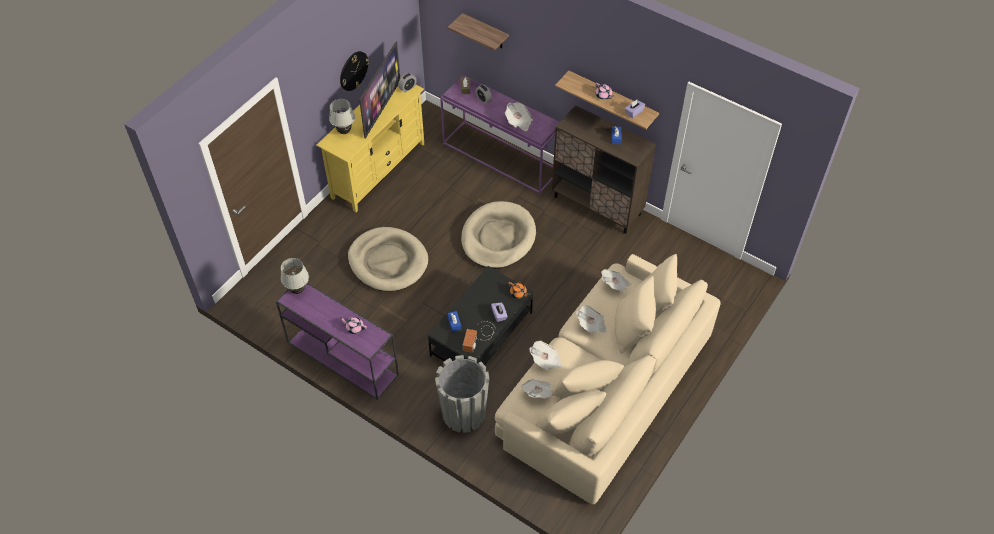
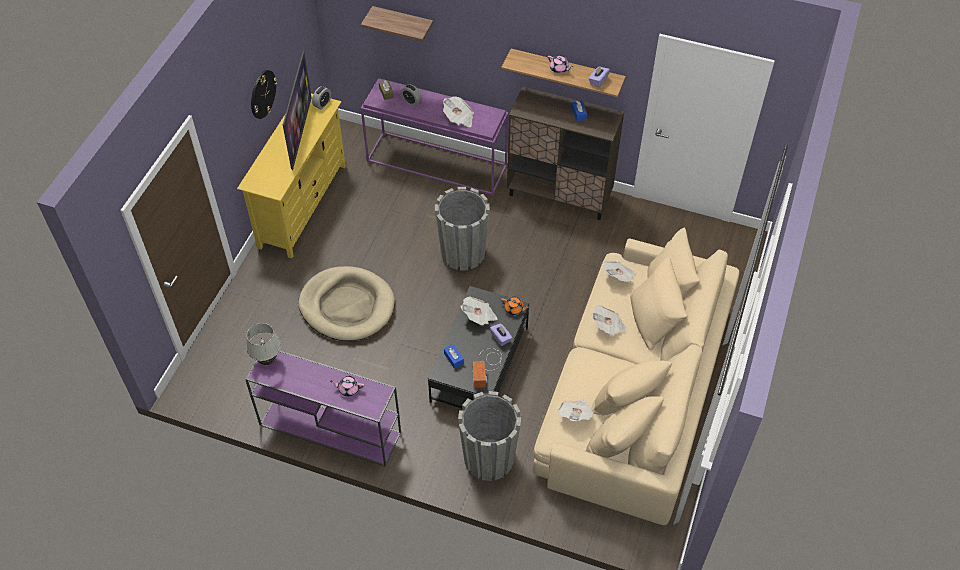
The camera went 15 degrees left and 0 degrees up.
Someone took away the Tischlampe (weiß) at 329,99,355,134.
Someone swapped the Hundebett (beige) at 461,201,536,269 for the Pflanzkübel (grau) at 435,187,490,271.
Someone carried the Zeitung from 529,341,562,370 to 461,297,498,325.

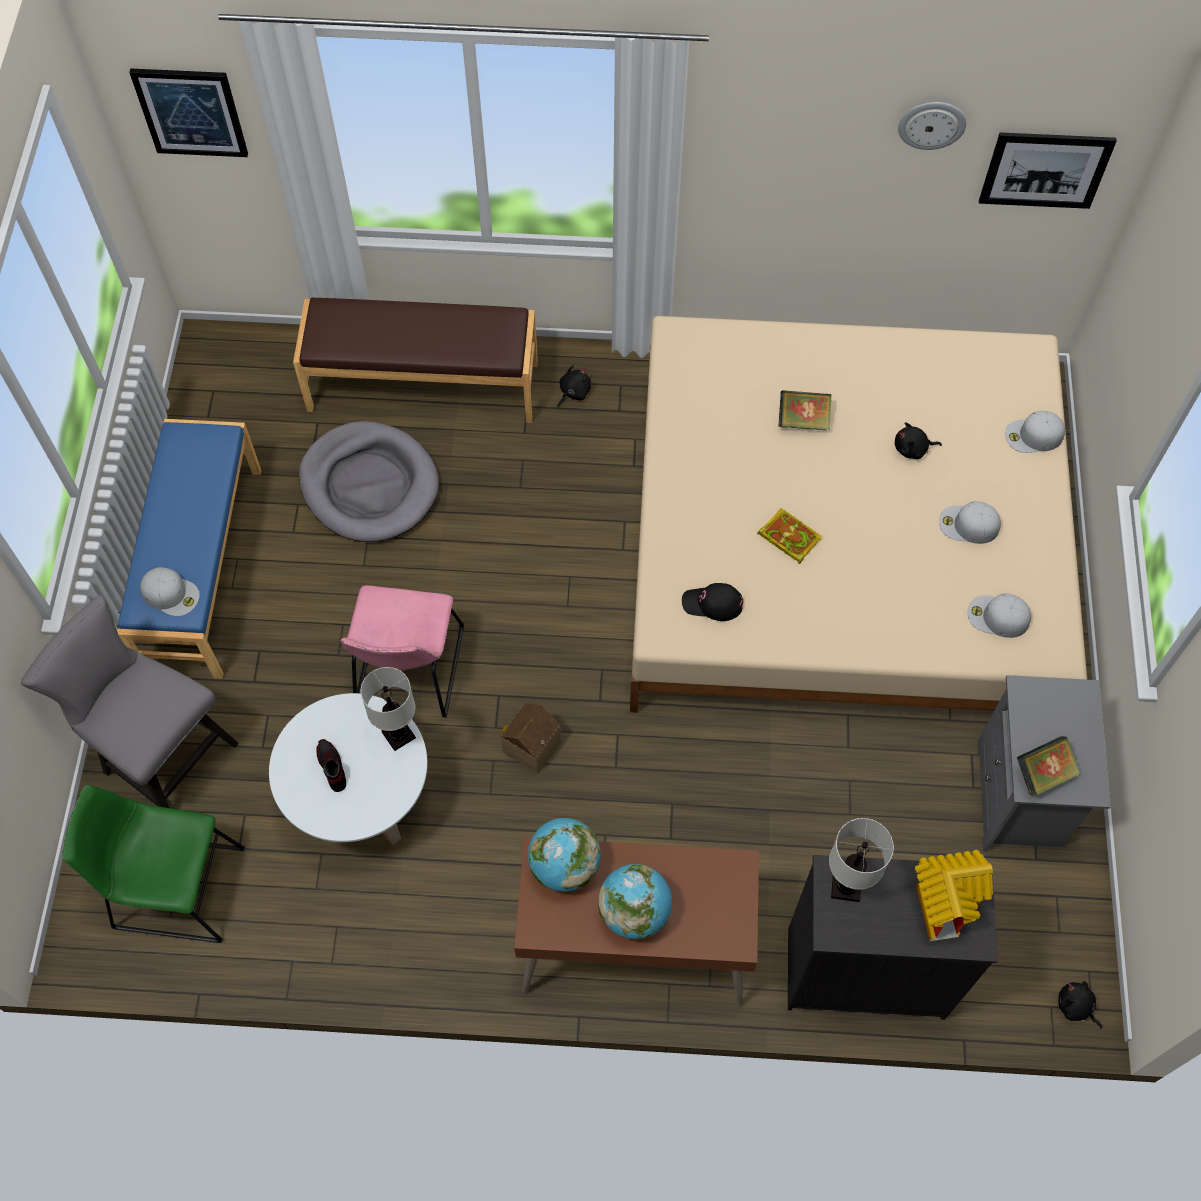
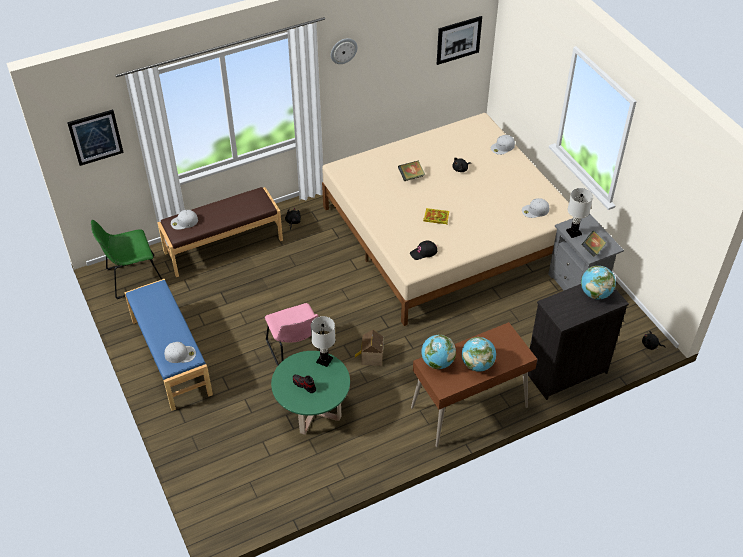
The camera went 30 degrees left and 15 degrees down.
Someone took away the Stuhl (grau) at 21,595,239,808.
Someone carried the Stuhl (grün) from 62,785,245,943 to 91,220,162,299.
Someone repainted the Couchtisch (weiß) at 269,693,428,845, which became the Couchtisch (grün) at 271,351,350,435.
Someone took away the Hundebett (grau) at 299,421,439,542.
Someone carried the Tischlampe (weiß) from 829,818,894,902 to 566,188,593,238.
Someone carried the Wanduhr from 898,102,966,150 to 331,38,358,64.
Someone swapped the Spielzeughaus at 915,850,993,941 for the Globus at 581,266,616,299.
Someone carried the Kappe (weiß) from 939,501,1001,544 to 171,210,198,230.

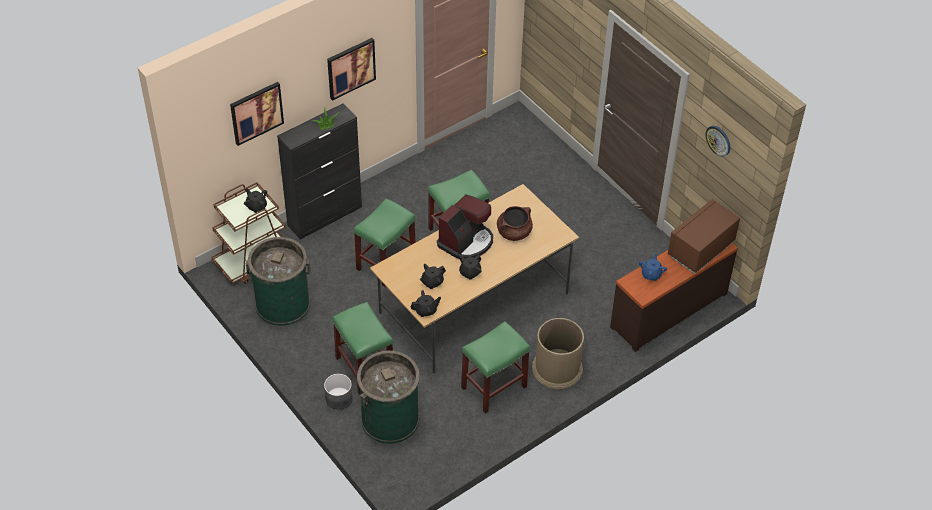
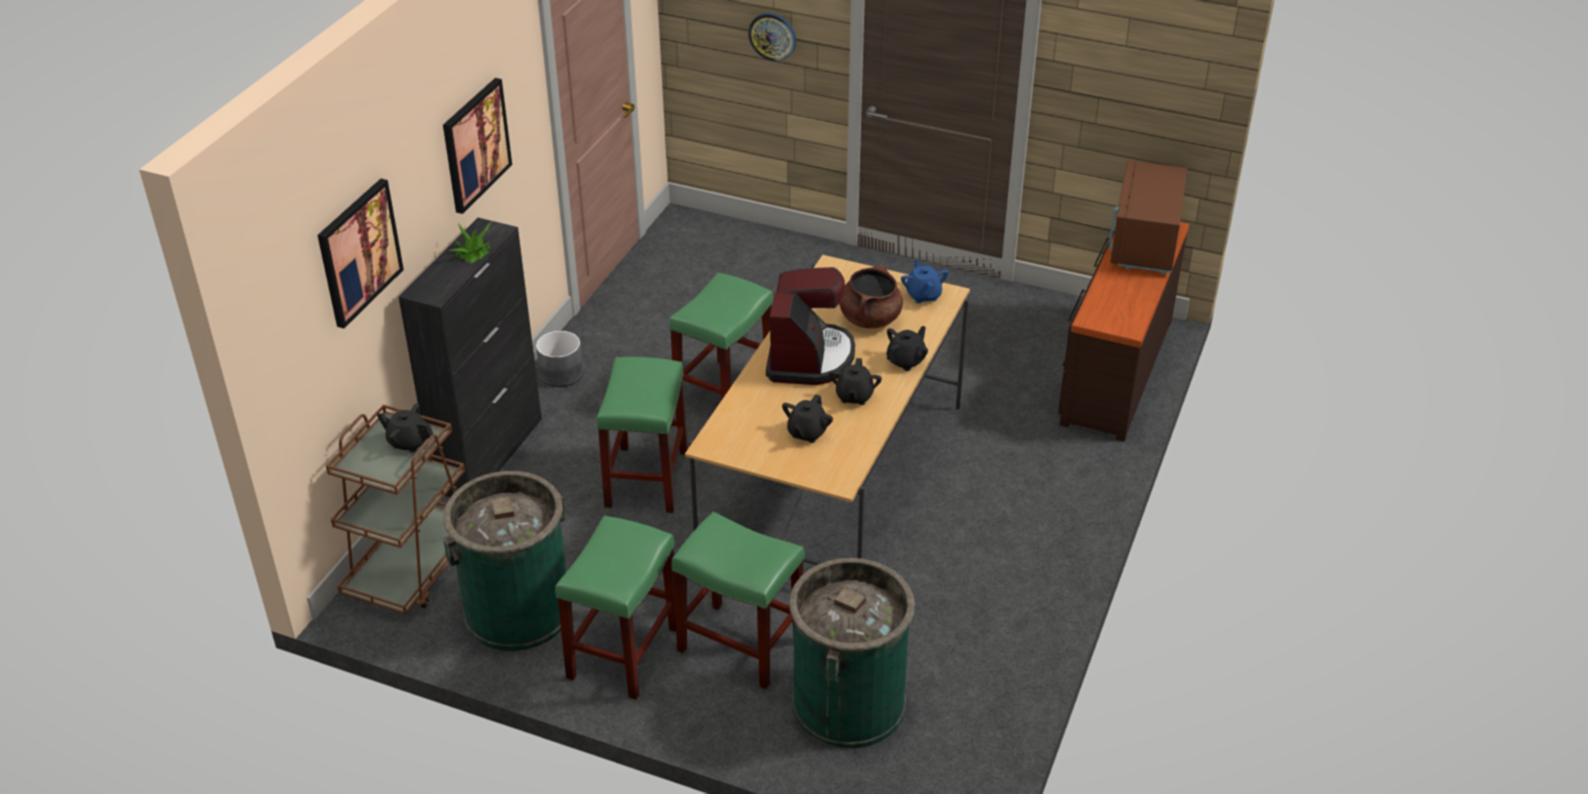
The camera went 30 degrees left and 10 degrees down.
Someone carried the Pflanzkübel (grau) from 324,374,353,410 to 536,331,583,387.
Someone carried the Teekanne (schwarz) from 411,290,441,317 to 887,326,928,371.
Someone carried the Hocker (grün) from 461,321,530,413 to 555,516,676,700.
Someone took away the Mülleimer (braun) at 532,318,584,389.
Someone carried the Teekanne (blau) from 639,254,667,281 to 901,259,949,304.
Someone carried the Wanduhr from 705,126,730,157 to 748,13,796,61.

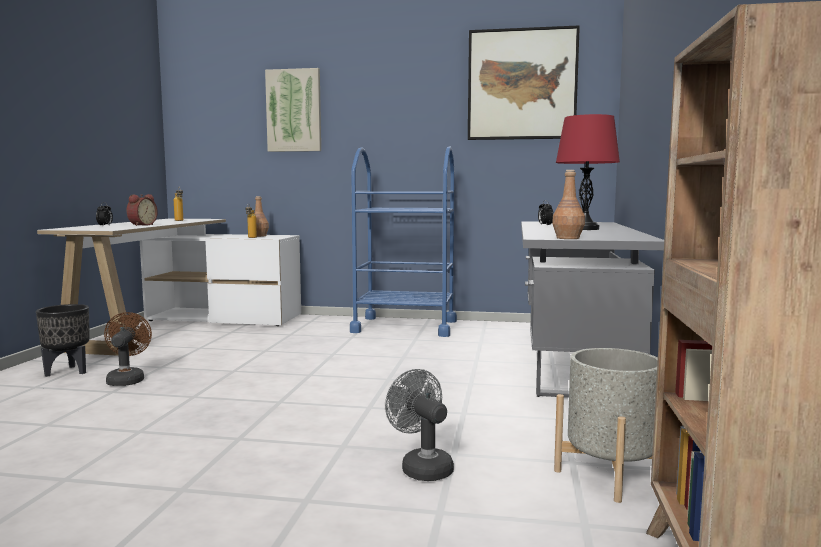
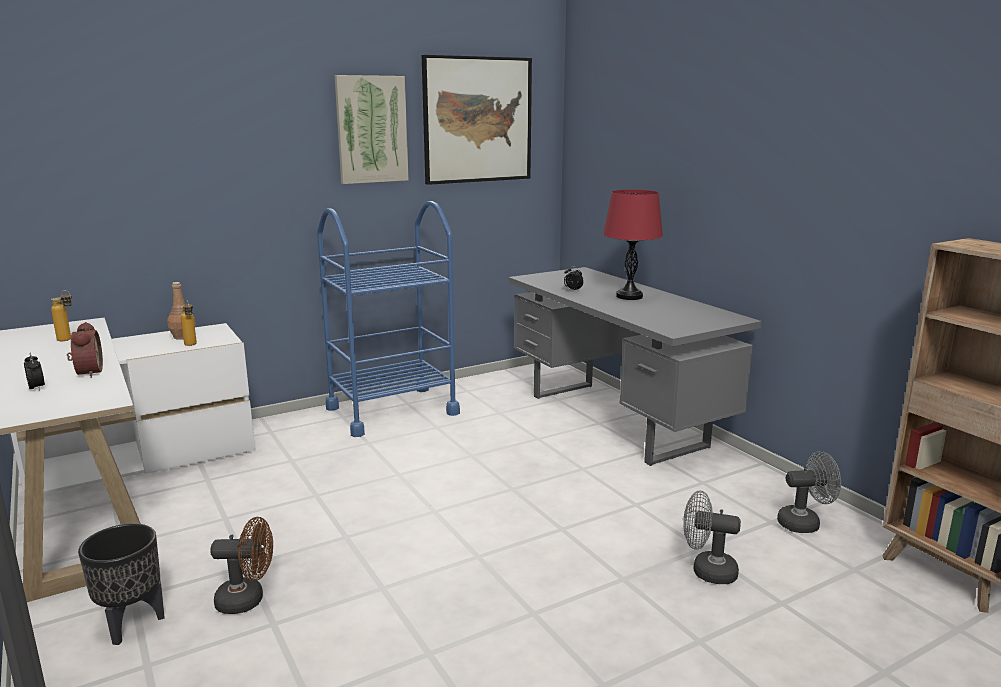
The camera went 40 degrees left and 10 degrees up.
Someone rotated the Ventilator (braun) at 104,312,152,386 by 135 degrees clockwise.
Someone carried the Bild from 265,68,321,152 to 334,75,409,184.
Someone took away the Flasche (braun) at 552,170,585,239.
Someone swapped the Pflanzkübel (grau) at 554,348,658,503 for the Ventilator (grau) at 777,451,841,533.

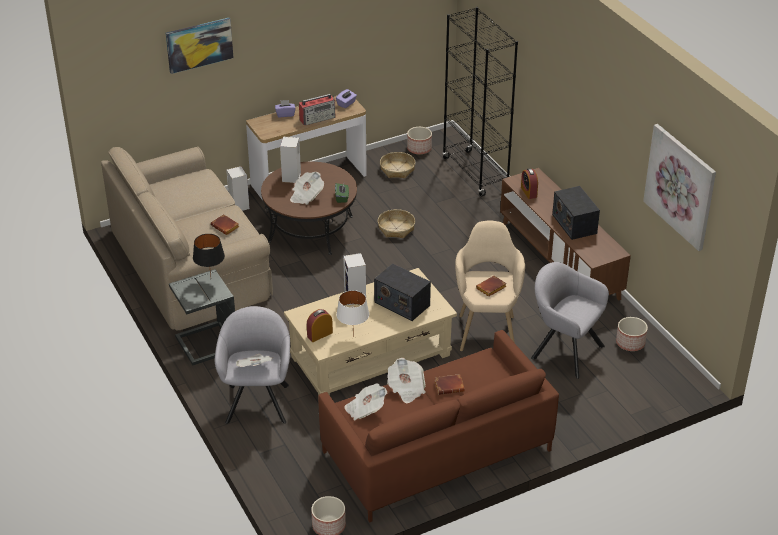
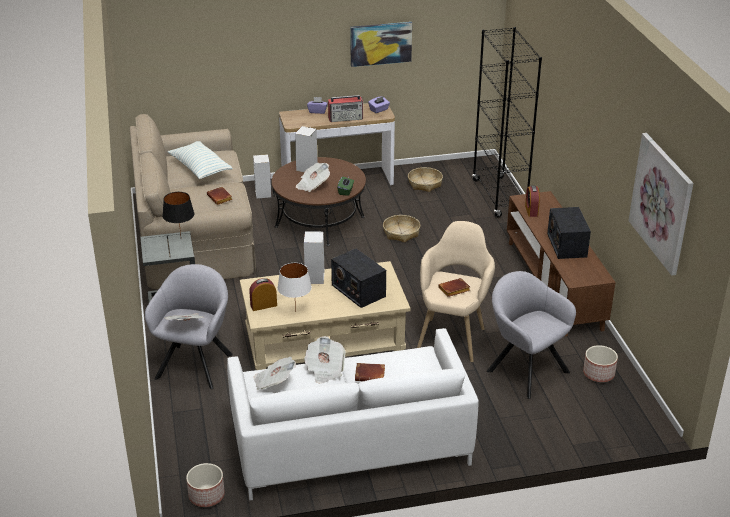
The camera went 15 degrees right and 5 degrees down.
Someone carried the Bild from 166,18,233,74 to 350,22,412,67.
Someone repainted the Sofa (braun) at 318,330,559,522, which became the Sofa (weiß) at 227,328,479,501.
Someone took away the Pflanzkübel at 407,127,432,155.
Someone put down the Kissen at 167,141,233,179.

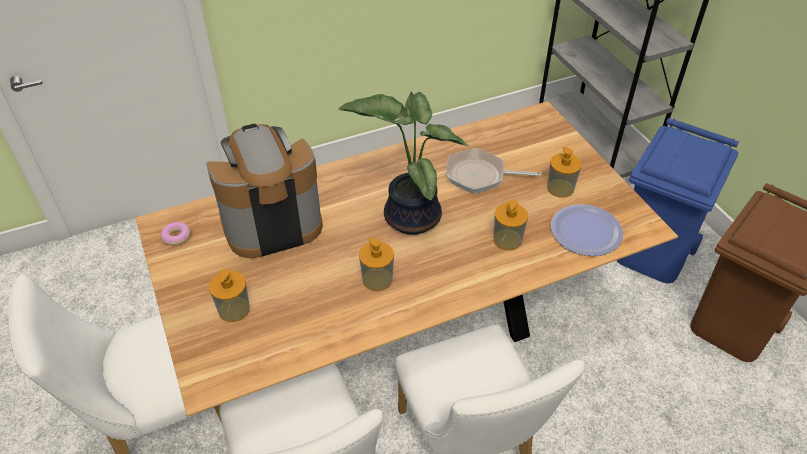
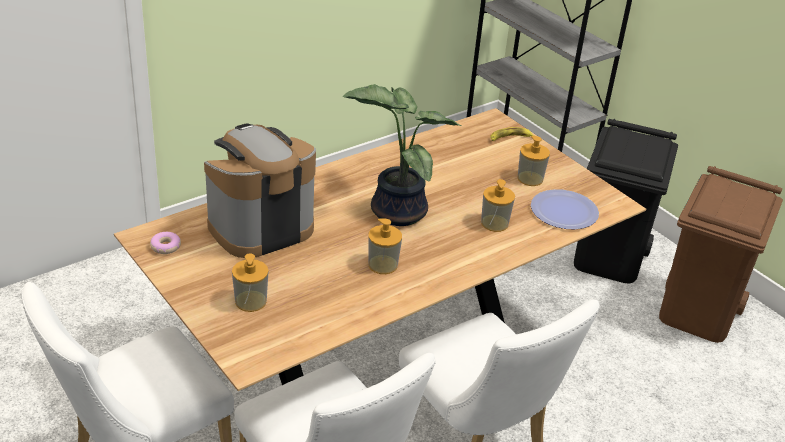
The camera went 15 degrees left and 10 degrees down.
Someone took away the Pfanne at 446,148,542,194.
Someone repainted the Mülleimer (blau) at 616,118,739,284, which became the Mülleimer (schwarz) at 574,119,678,284.
Someone put down the Banane at 490,127,534,141.

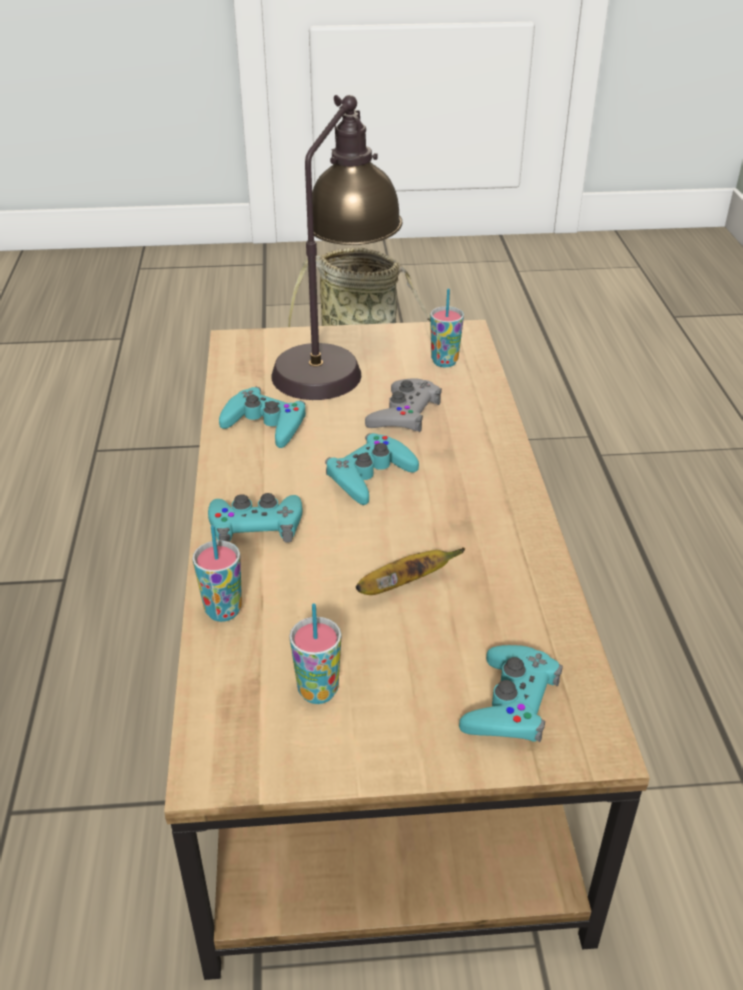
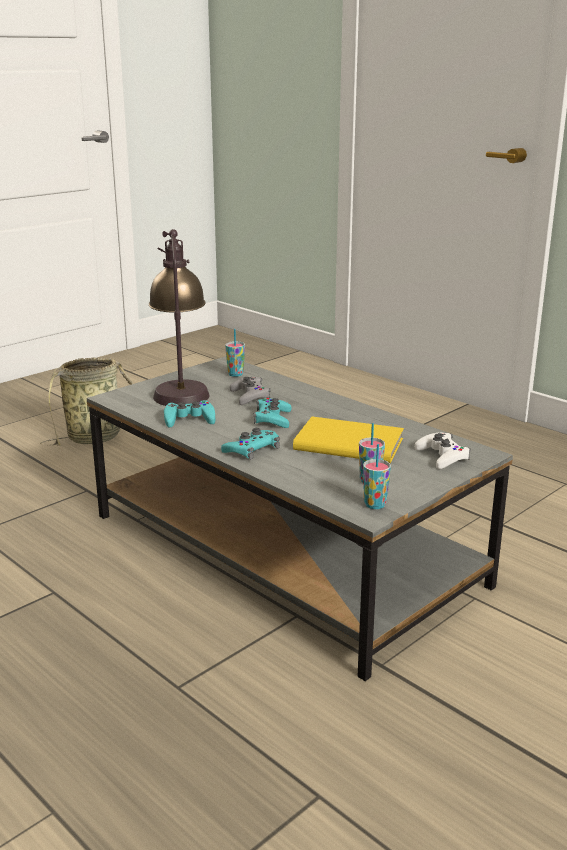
The camera went 40 degrees left and 15 degrees down.
Someone repainted the Couchtisch (braun) at 164,320,650,980, which became the Couchtisch (grau) at 87,356,513,681.
Someone carried the Tasse from 193,525,242,622 to 363,444,391,509.
Someone swapped the Banane at 356,547,465,595 for the Buch (gelb) at 293,417,404,463.
Someone repainted the Gamepad (türkis) at 459,645,563,742, which became the Gamepad (weiß) at 415,432,471,469.

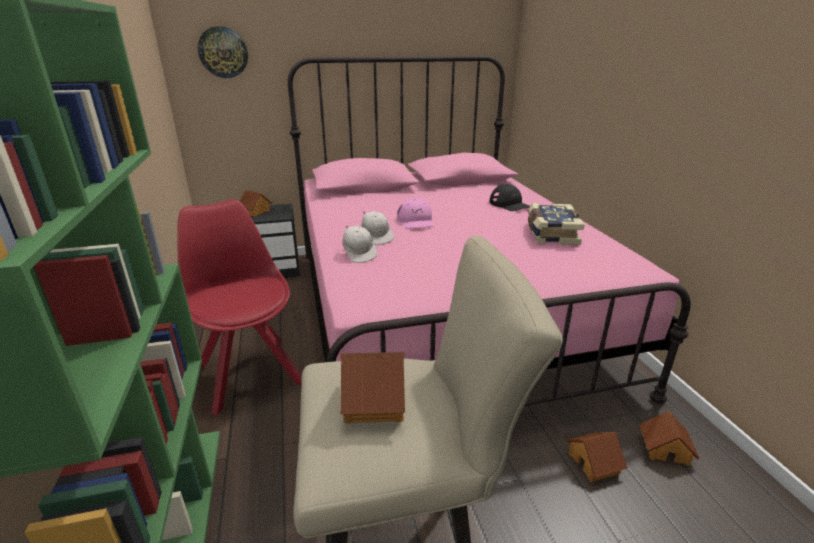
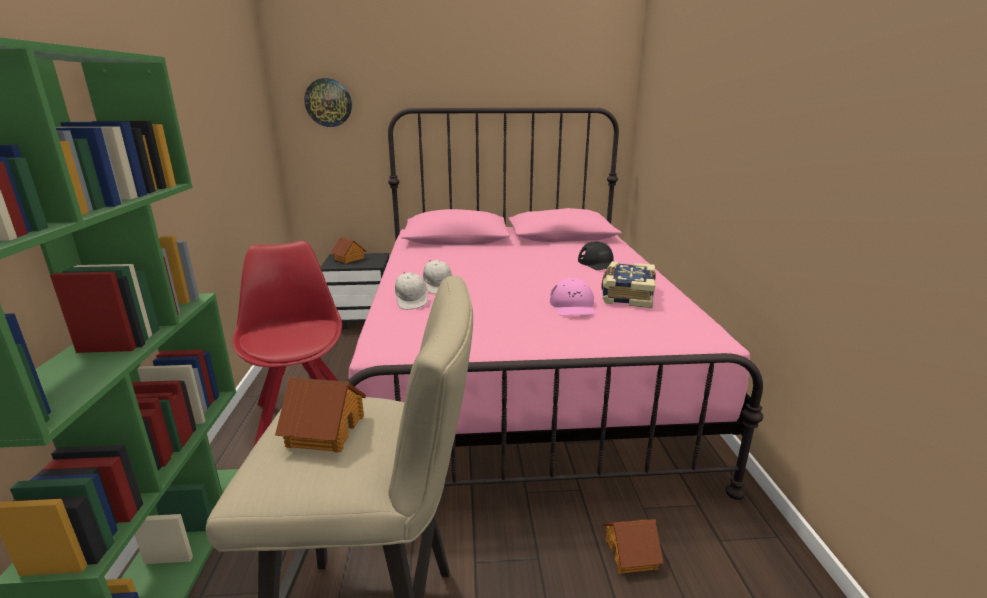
The camera went 10 degrees right and 5 degrees down.
Someone carried the Kappe (rosa) from 397,198,434,228 to 550,278,595,315.
Someone took away the Spielzeughaus at 639,410,699,466.

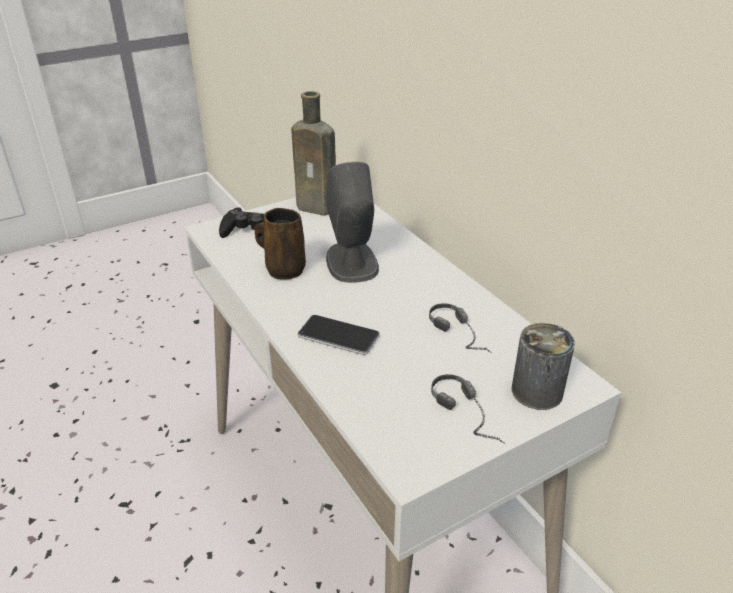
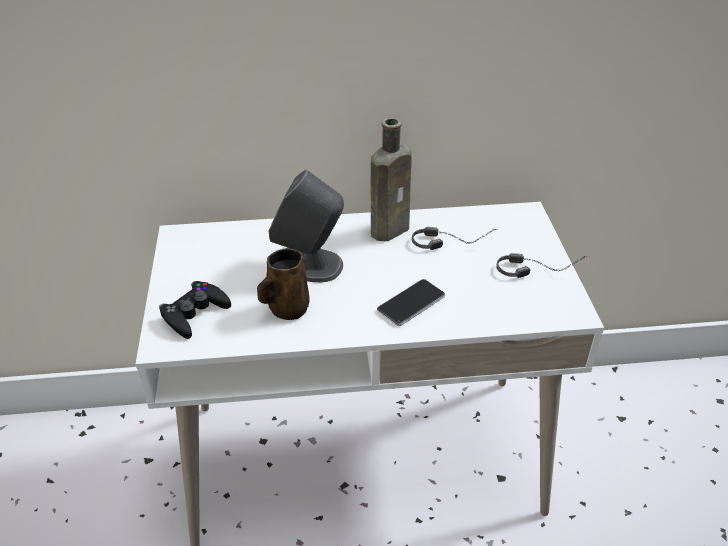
The camera went 65 degrees left and 5 degrees up.
Someone carried the Flasche (braun) from 291,91,336,215 to 371,118,412,241.
Someone took away the Dose at 512,323,575,410.

